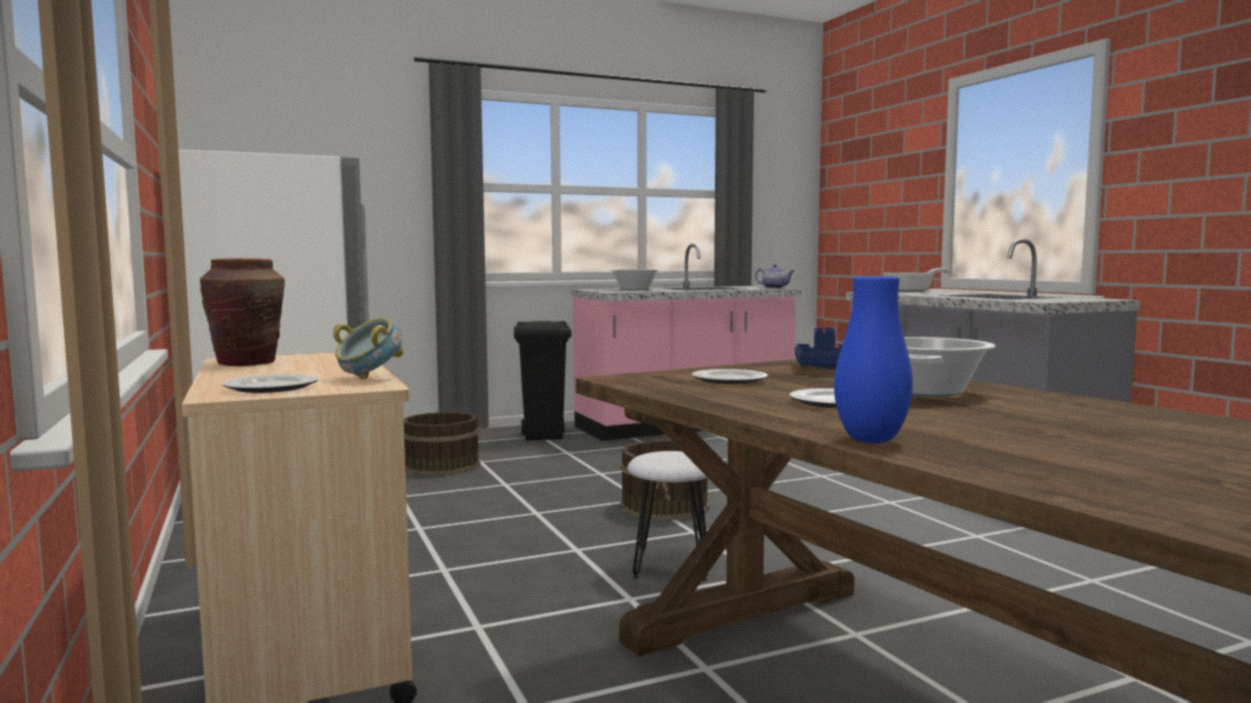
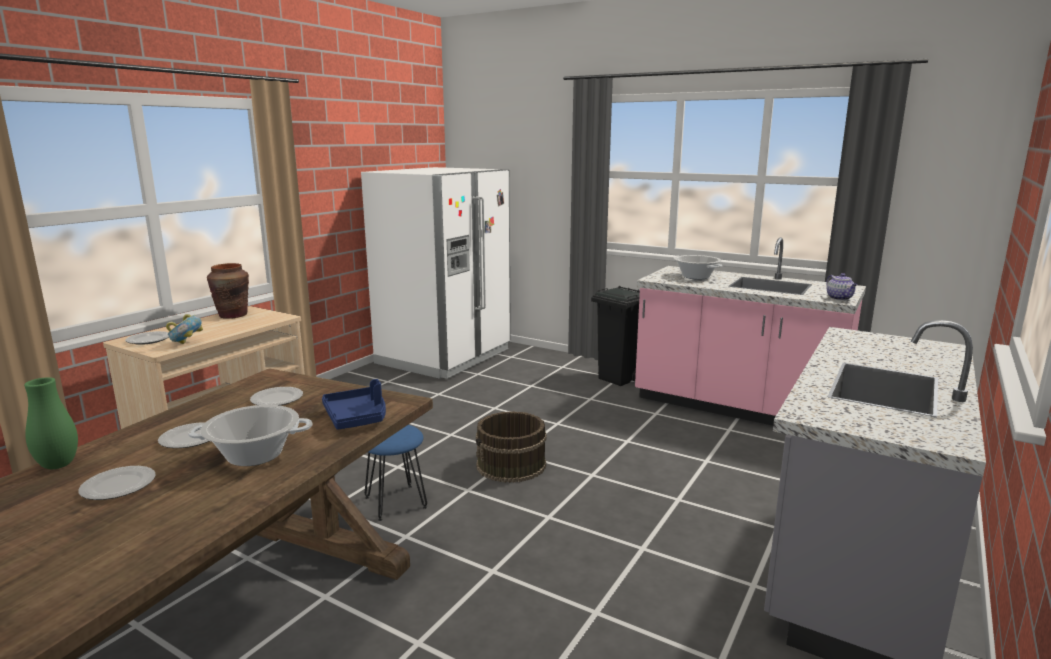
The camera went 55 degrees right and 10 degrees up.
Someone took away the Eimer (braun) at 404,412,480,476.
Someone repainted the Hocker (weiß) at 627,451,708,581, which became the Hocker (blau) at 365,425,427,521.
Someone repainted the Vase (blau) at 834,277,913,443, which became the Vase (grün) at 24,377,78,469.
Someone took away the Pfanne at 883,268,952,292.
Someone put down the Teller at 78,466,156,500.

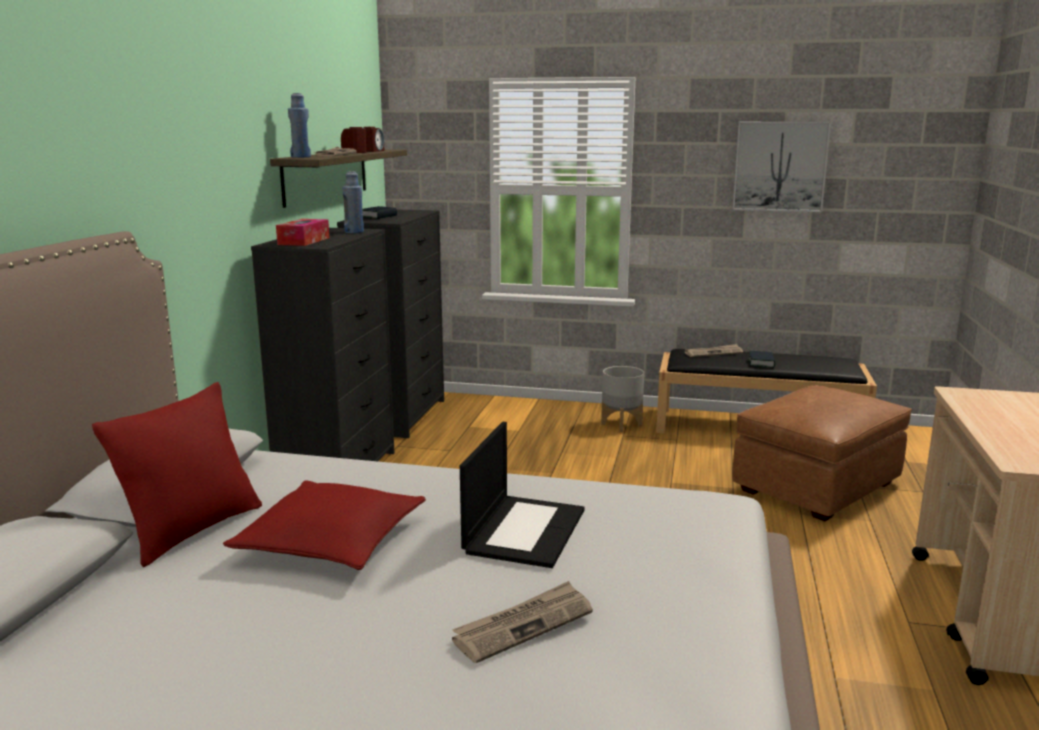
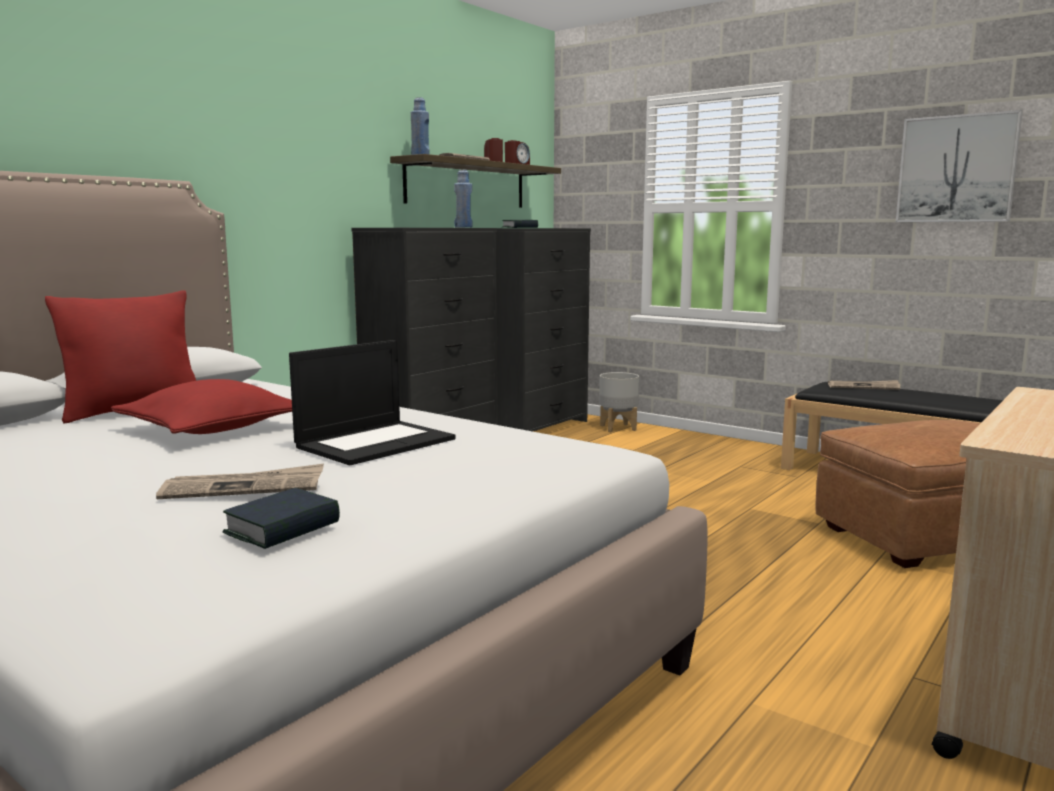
The camera went 25 degrees right and 5 degrees down.
Someone took away the Taschentuchbox at 276,219,329,246.
Someone carried the Pflanzkübel (grau) from 601,366,644,432 to 599,372,639,432.
Someone carried the Buch from 749,351,775,368 to 222,488,340,549.

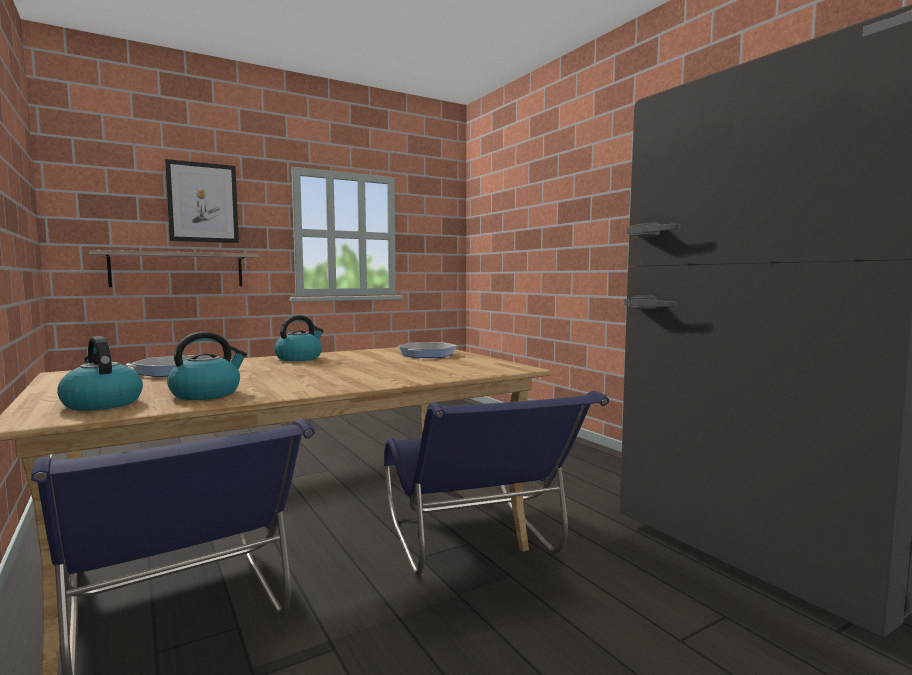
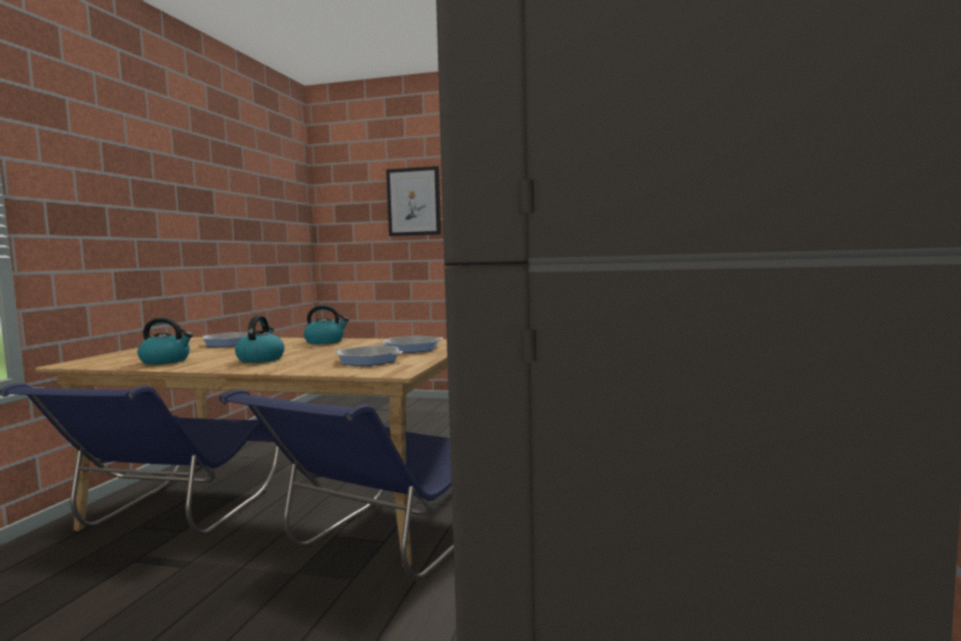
The camera went 45 degrees right and 0 degrees up.
Someone carried the Wasserkessel from 57,336,143,411 to 235,315,285,363.
Someone took away the Wandregal at 88,250,259,287.
Someone put down the Pfanne at 335,346,403,366.

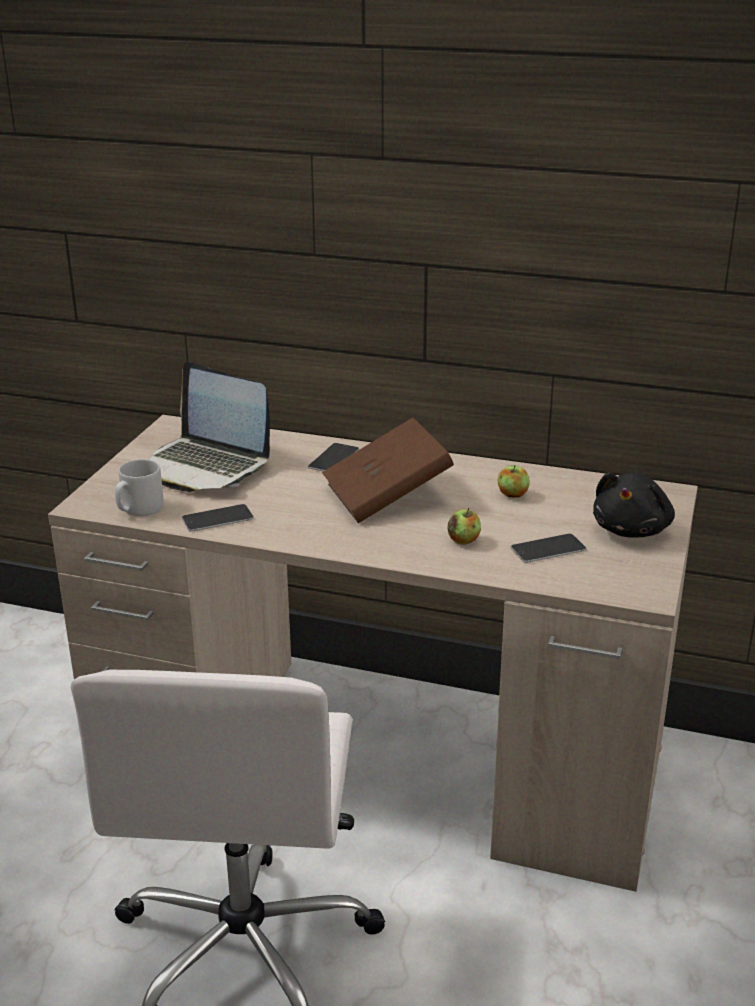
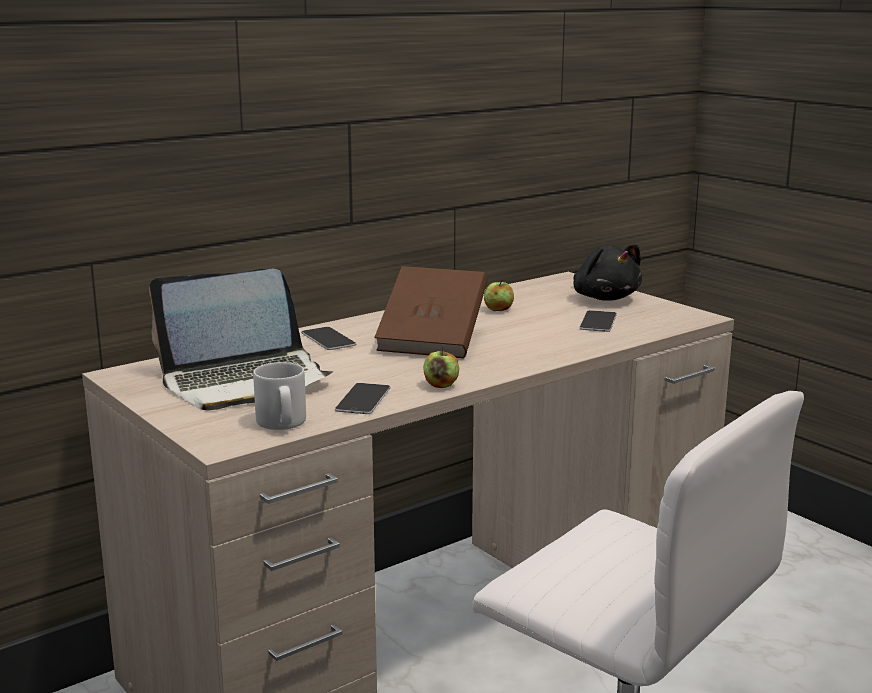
The camera went 55 degrees left and 10 degrees down.
Someone carried the Apfel from 447,508,481,545 to 423,346,459,388.

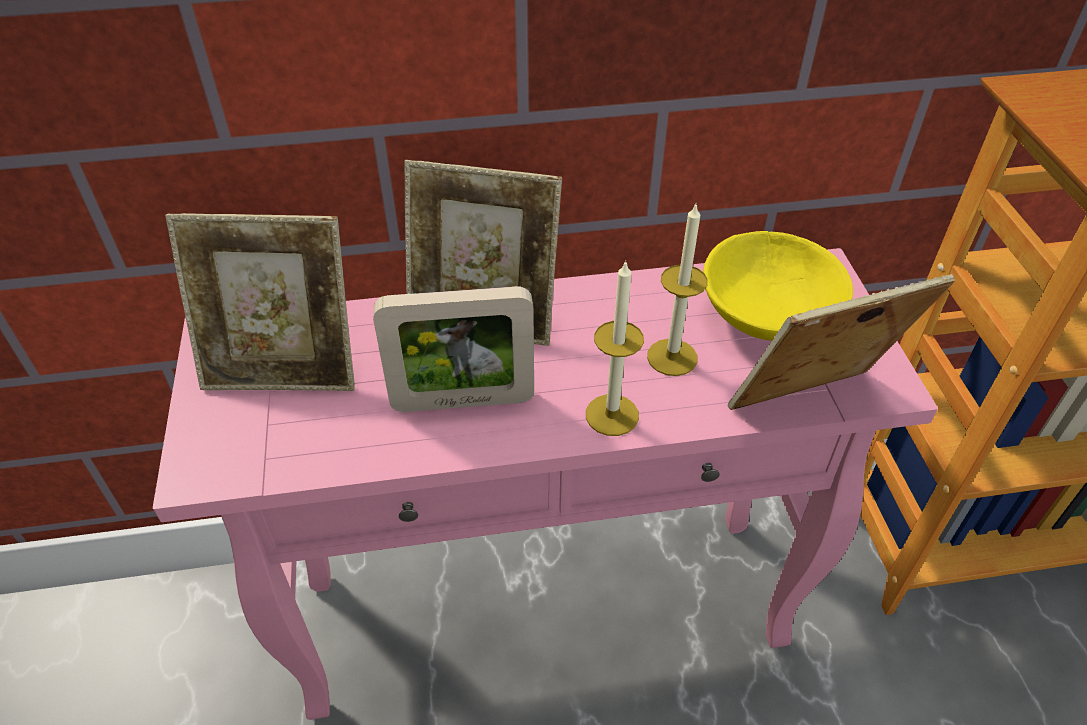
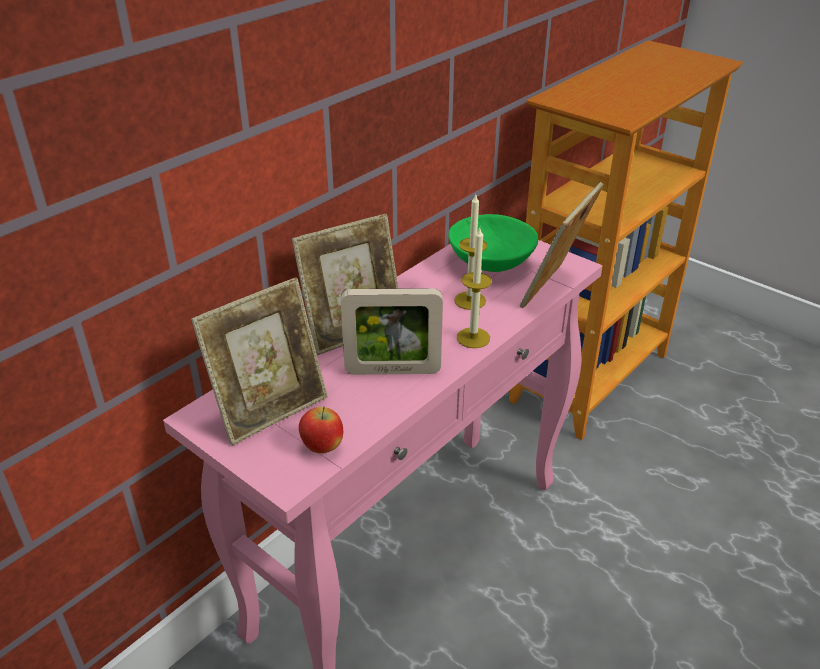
The camera went 40 degrees left and 10 degrees down.
Someone rotated the Bilderrahmen at 373,286,534,412 by 45 degrees clockwise.
Someone repainted the Schüssel (gelb) at 703,231,853,341, which became the Schüssel (grün) at 448,214,538,272.
Someone put down the Apfel at 299,406,343,453.

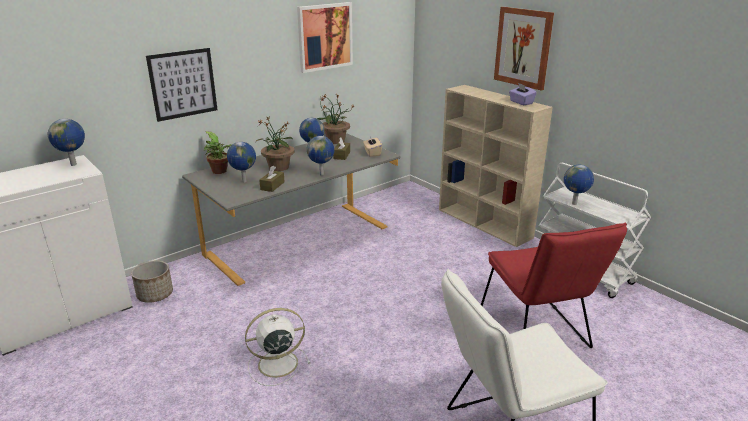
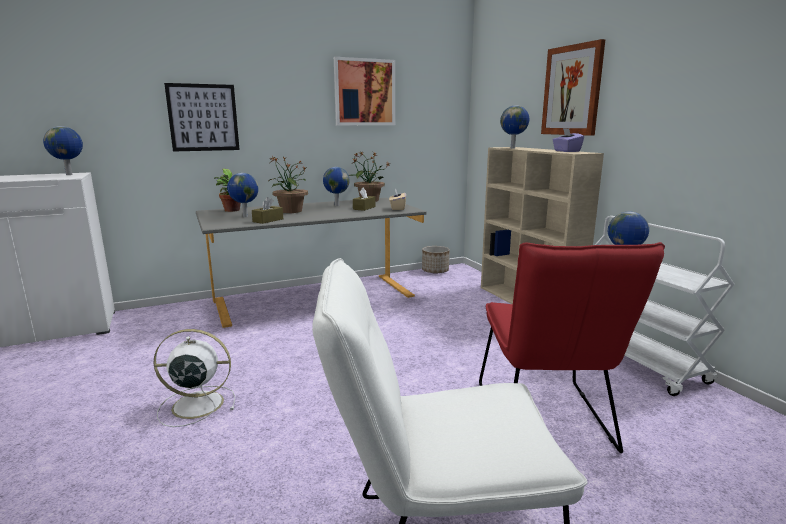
The camera went 15 degrees right and 10 degrees down.
Someone carried the Pflanzkübel from 131,261,173,303 to 422,246,450,273.
Someone carried the Globus from 307,136,334,175 to 500,105,529,149.

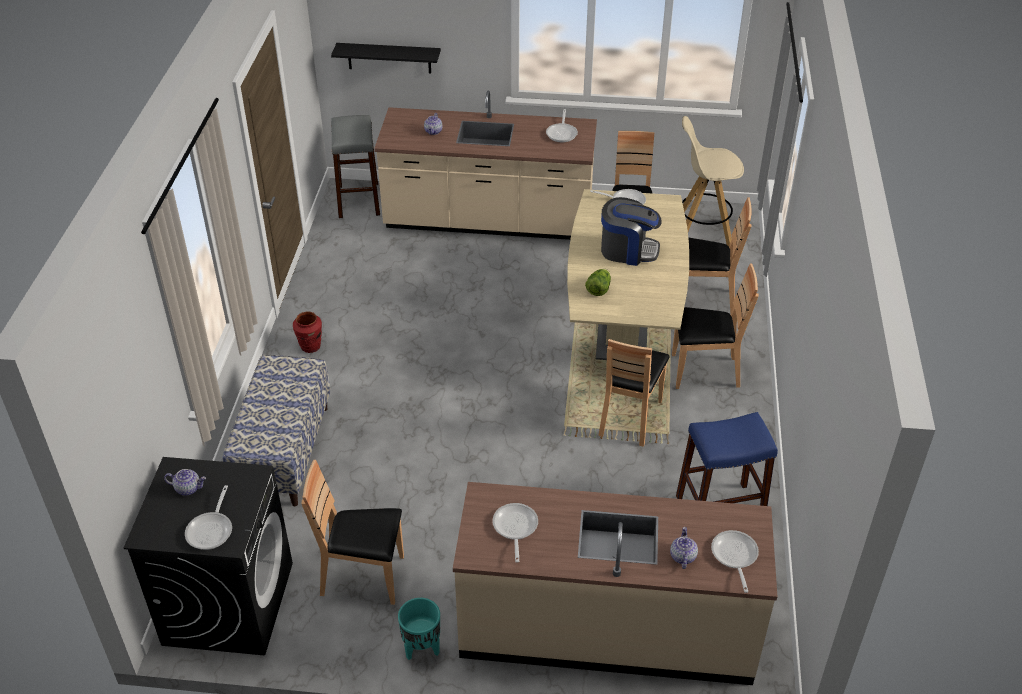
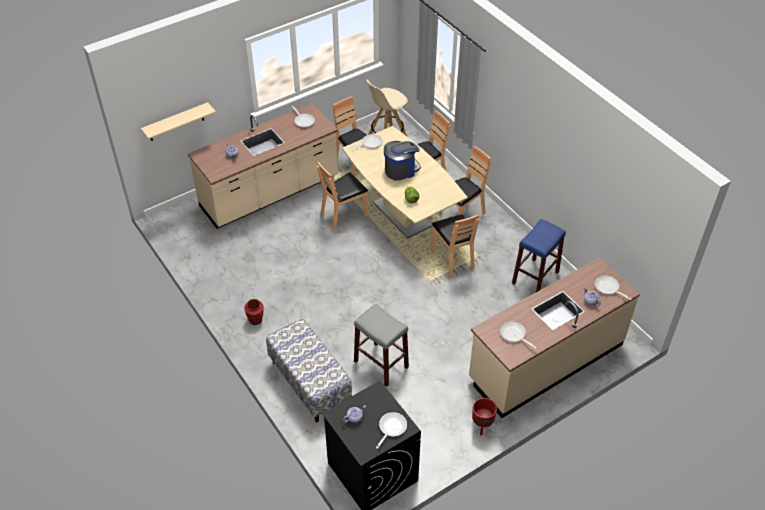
The camera went 40 degrees left and 5 degrees up.
Someone rotated the Pfanne at 185,485,232,550 by 120 degrees counterclockwise.
Someone carried the Stuhl (braun) from 301,460,404,605 to 317,162,368,231.
Someone repainted the Wandregal (schwarz) at 331,43,441,74, which became the Wandregal (beige) at 141,102,216,141.
Someone carried the Hocker (grau) from 331,115,380,218 to 354,304,409,387.
Someone repainted the Pflanzkübel (türkis) at 398,598,440,660, which became the Pflanzkübel (rot) at 472,398,497,435.

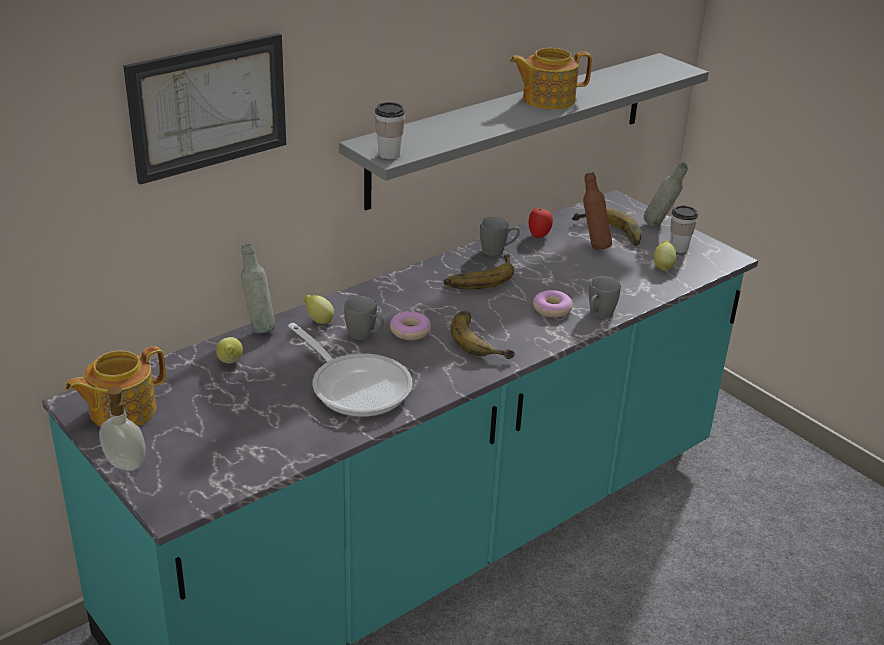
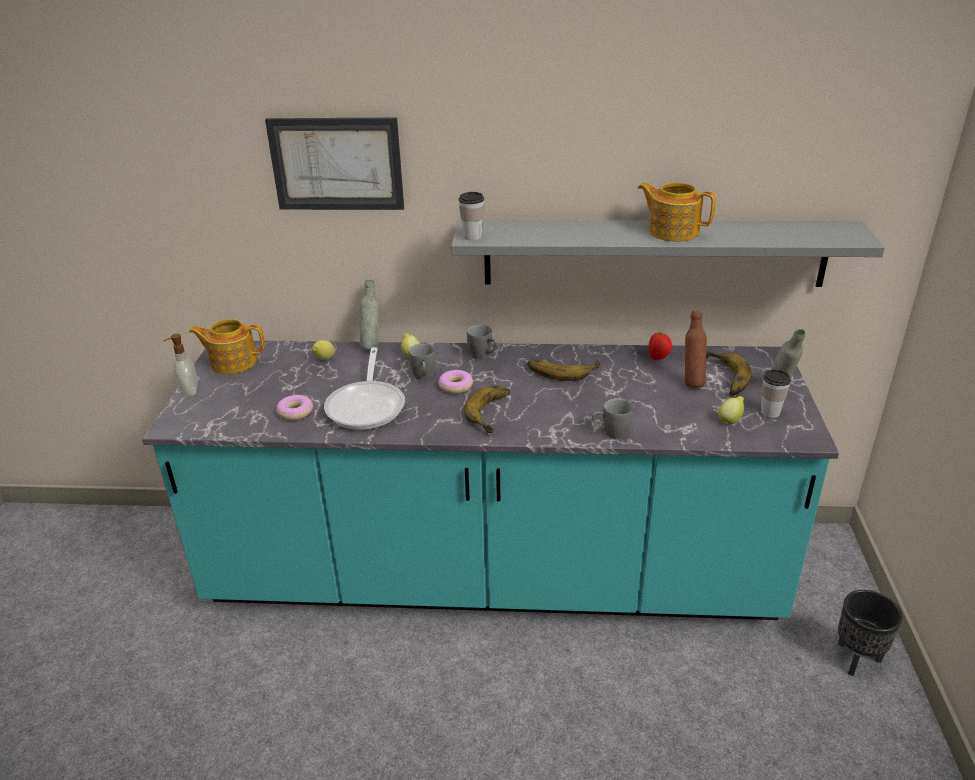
The camera went 45 degrees right and 0 degrees up.
Someone carried the Henkelbecher (grau) from 480,217,520,256 to 467,325,497,360.
Someone carried the Donut from 533,290,573,318 to 276,395,313,421.
Someone put down the Pflanzkübel (schwarz) at 838,590,903,676.

